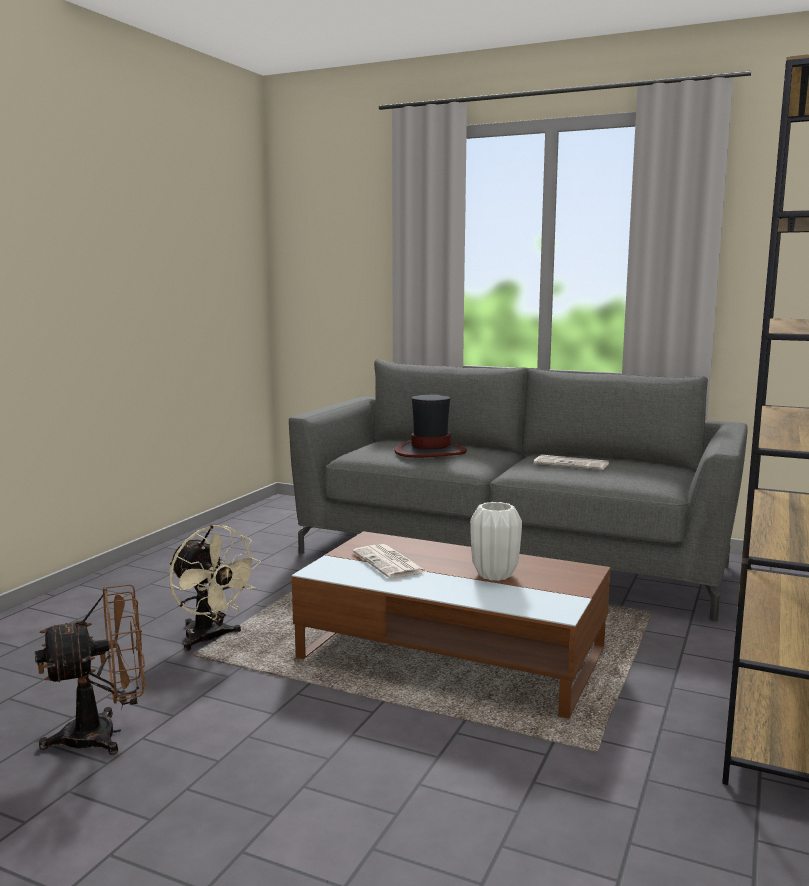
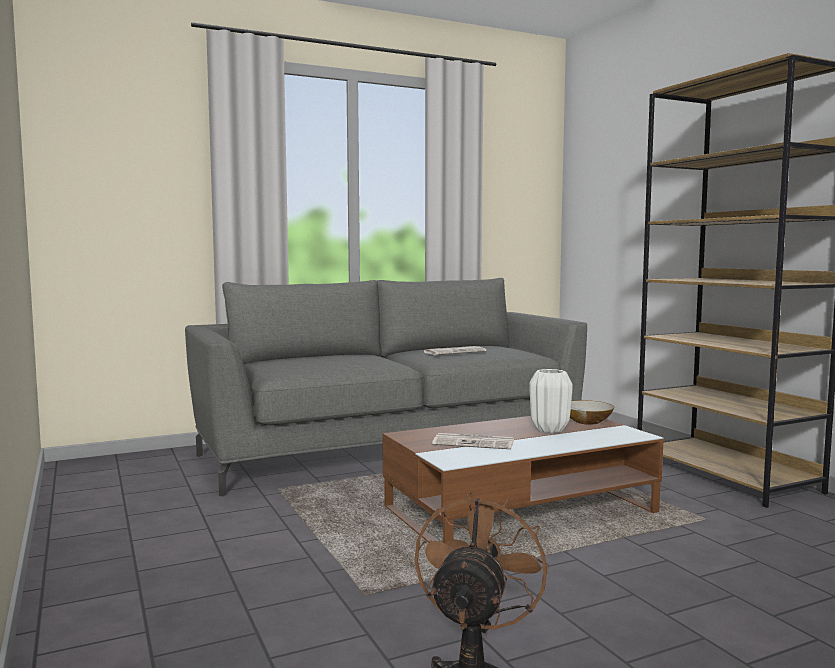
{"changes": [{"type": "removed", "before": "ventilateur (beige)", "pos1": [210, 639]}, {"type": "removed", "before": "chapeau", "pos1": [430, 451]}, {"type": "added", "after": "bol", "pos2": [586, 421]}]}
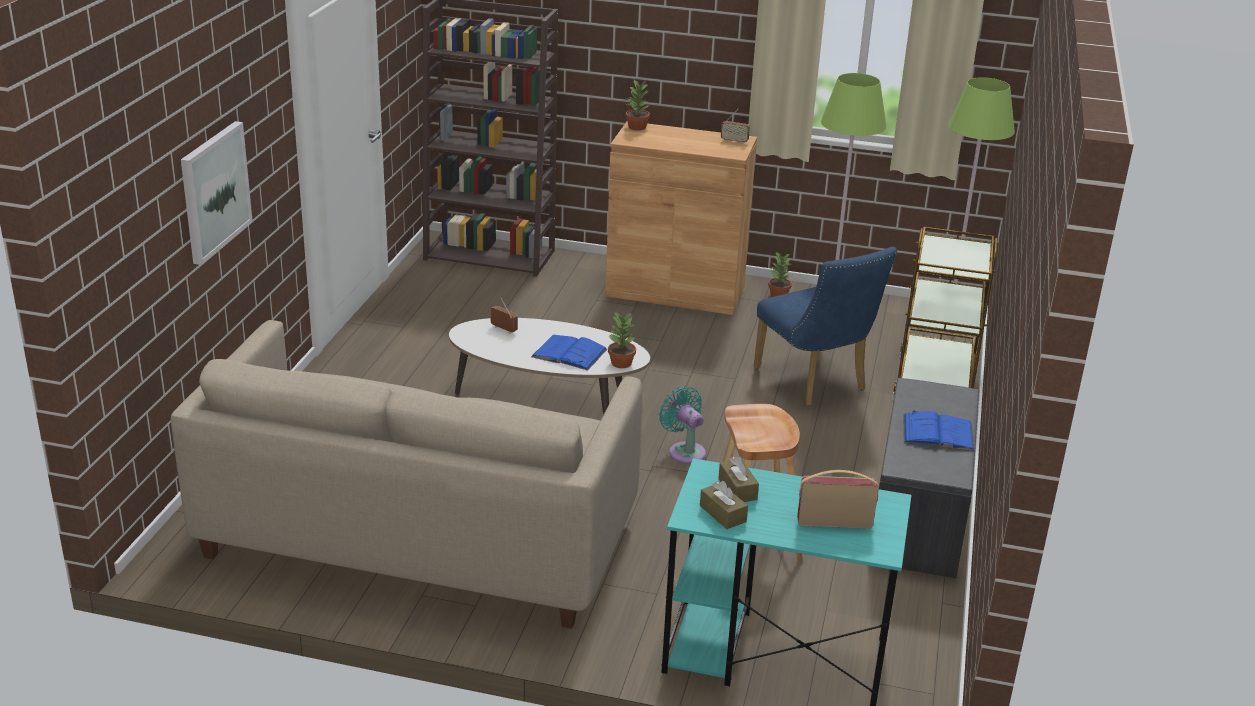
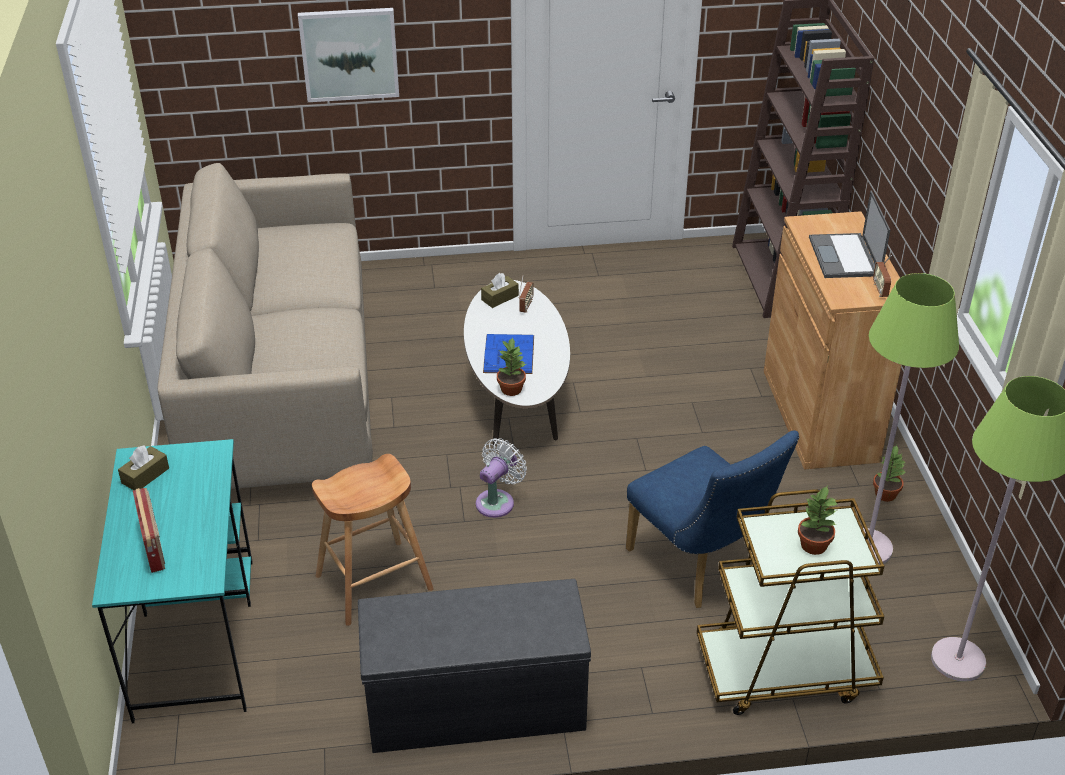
{"changes": [{"type": "removed", "before": "livre (bleu)", "pos1": [938, 432]}, {"type": "added", "after": "ordinateur portable", "pos2": [845, 257]}, {"type": "moved", "before": "plante en pot", "pos1": [637, 127], "pos2": [813, 545]}, {"type": "moved", "before": "boîte à mouchoirs (marron)", "pos1": [737, 489], "pos2": [500, 298]}, {"type": "recoloured", "before": "ventilateur (turquoise)", "after": "ventilateur (blanc)", "pos1": [685, 451], "pos2": [497, 501]}, {"type": "turned", "before": "chaise (bleu)", "pos1": [815, 383], "pos2": [701, 566], "turn": -75}]}
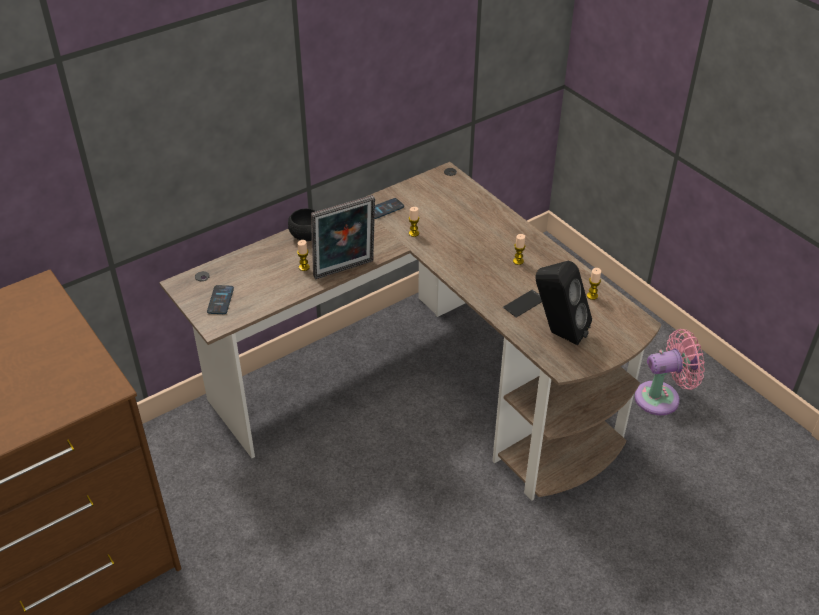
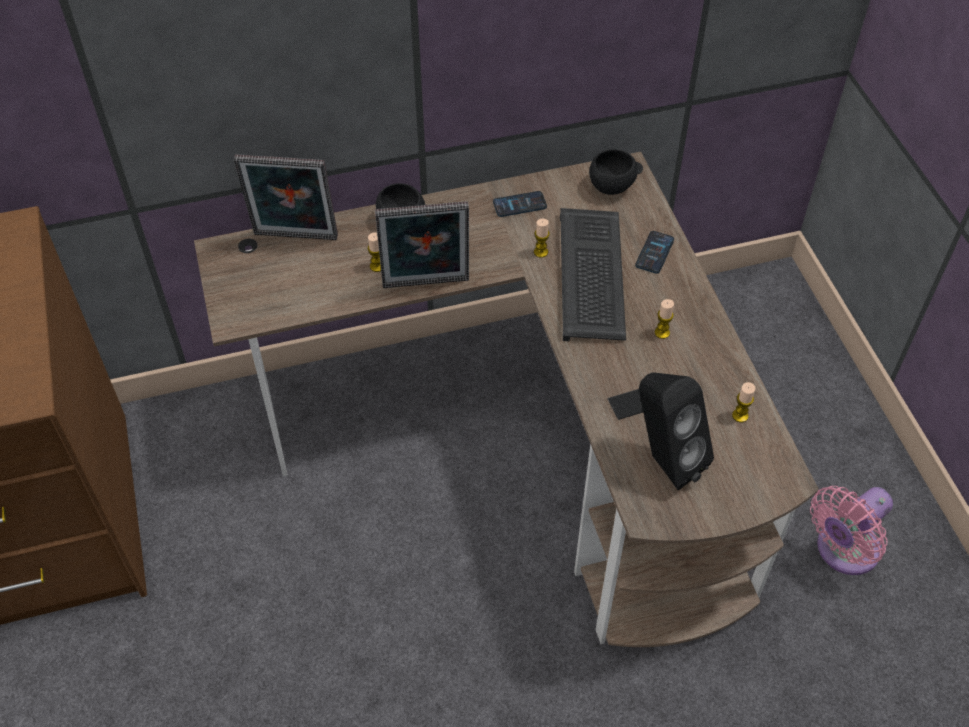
{"changes": [{"type": "added", "after": "cadre photo", "pos2": [295, 239]}, {"type": "added", "after": "clavier", "pos2": [593, 277]}, {"type": "added", "after": "bol (noir)", "pos2": [611, 186]}, {"type": "moved", "before": "téléphone", "pos1": [220, 300], "pos2": [654, 253]}, {"type": "turned", "before": "ventilateur (rose)", "pos1": [662, 397], "pos2": [843, 551], "turn": 135}]}
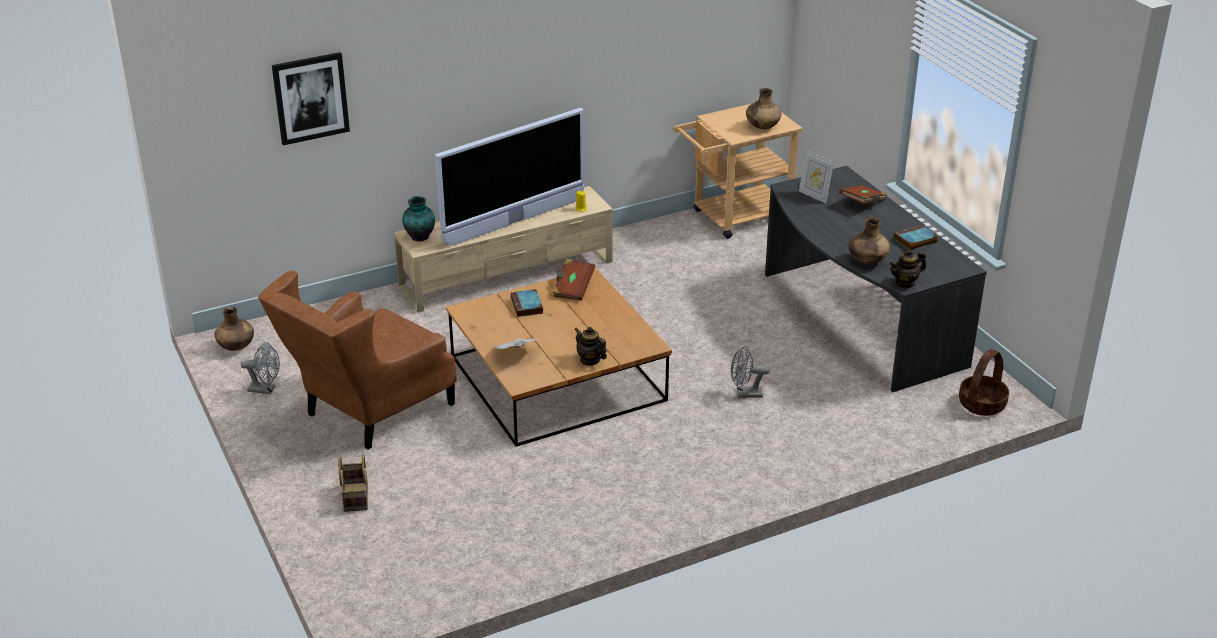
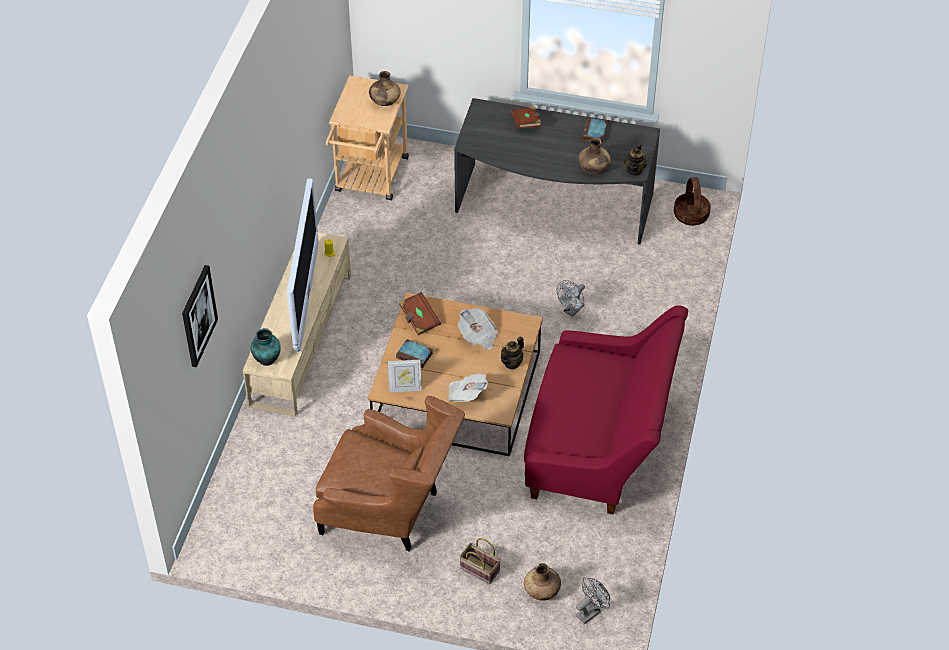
{"changes": [{"type": "added", "after": "journal", "pos2": [478, 336]}, {"type": "added", "after": "canapé (rouge)", "pos2": [599, 445]}, {"type": "moved", "before": "vase (marron)", "pos1": [236, 347], "pos2": [542, 591]}, {"type": "moved", "before": "ventilateur (gris)", "pos1": [266, 389], "pos2": [590, 611]}, {"type": "moved", "before": "cadre photo", "pos1": [814, 196], "pos2": [405, 388]}, {"type": "turned", "before": "fauteuil (marron)", "pos1": [367, 413], "pos2": [391, 512], "turn": -60}, {"type": "turned", "before": "théière", "pos1": [590, 360], "pos2": [512, 363], "turn": -45}]}
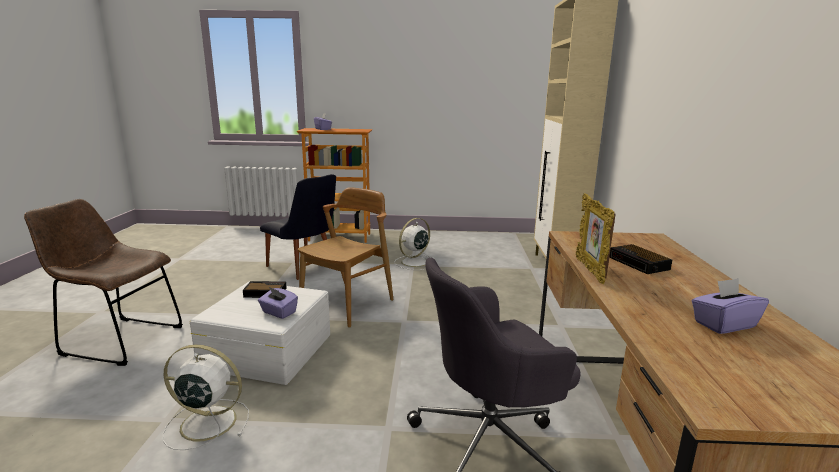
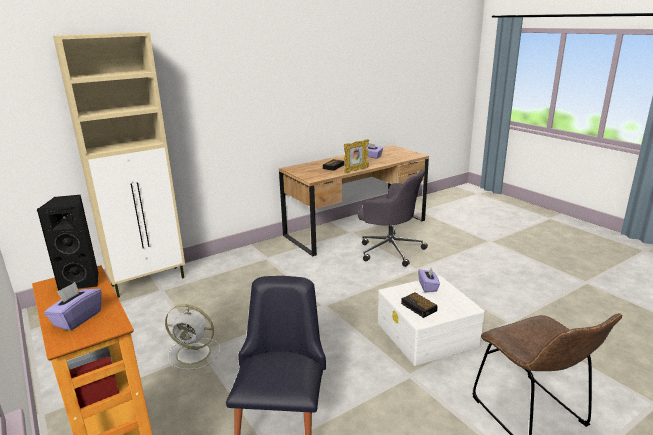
{"changes": [{"type": "removed", "before": "ventilateur (blanc)", "pos1": [206, 423]}, {"type": "removed", "before": "chaise (marron)", "pos1": [348, 305]}, {"type": "added", "after": "enceinte (noir)", "pos2": [82, 281]}]}
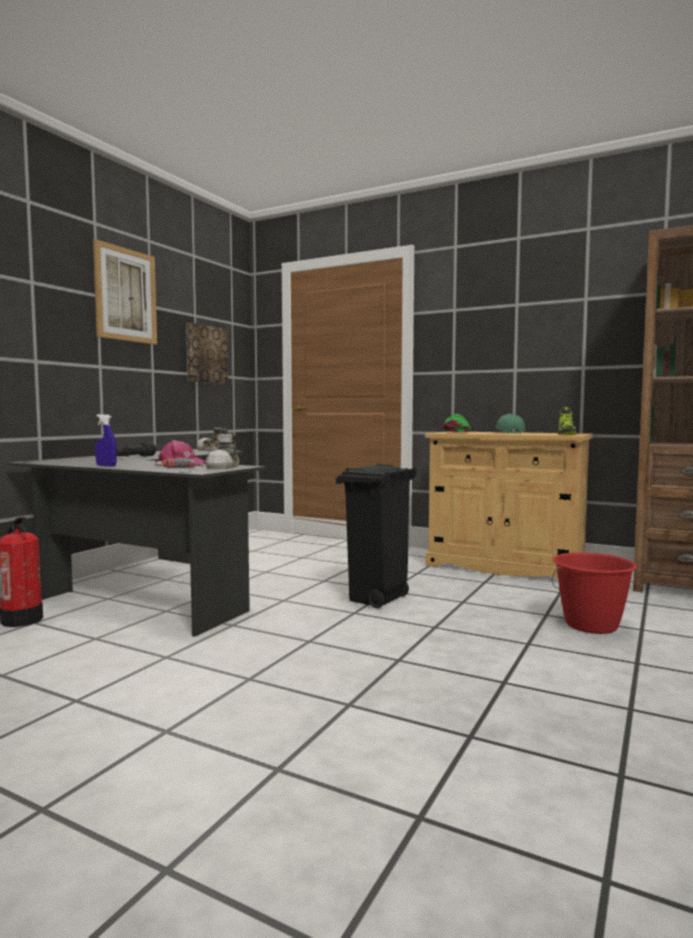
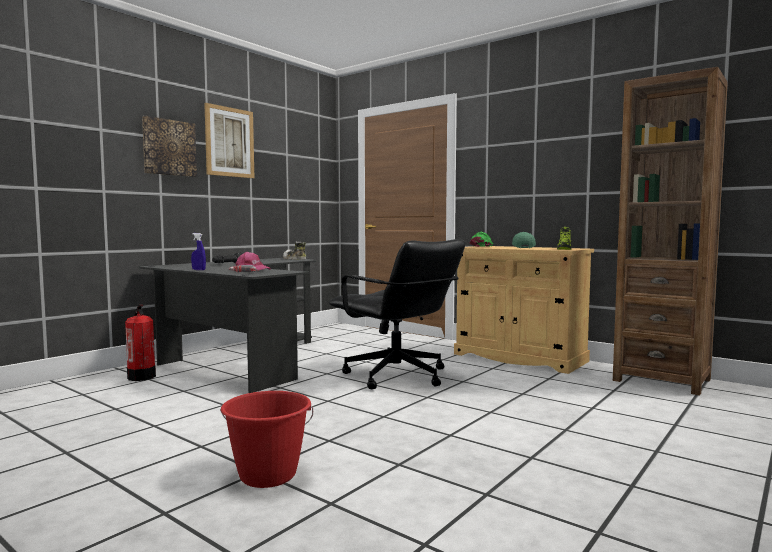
{"changes": [{"type": "removed", "before": "chaussure", "pos1": [224, 467]}, {"type": "moved", "before": "tableau", "pos1": [206, 354], "pos2": [169, 147]}, {"type": "moved", "before": "seau (rouge)", "pos1": [591, 625], "pos2": [268, 475]}, {"type": "replaced", "before": "poubelle (noir)", "after": "chaise de bureau (noir)", "pos1": [377, 599], "pos2": [397, 376]}]}
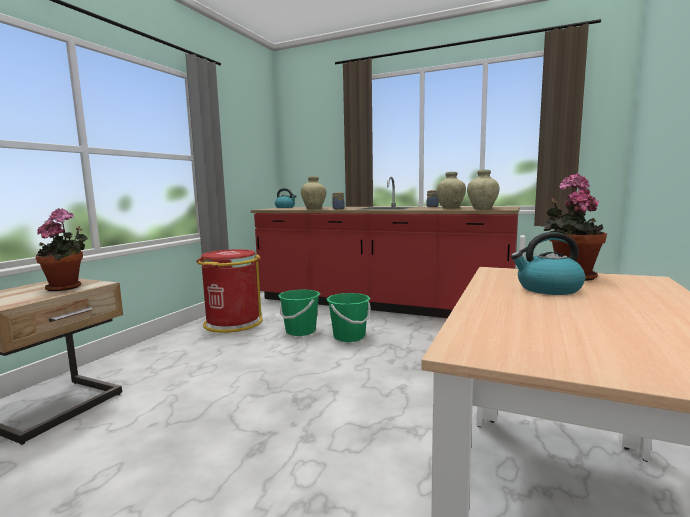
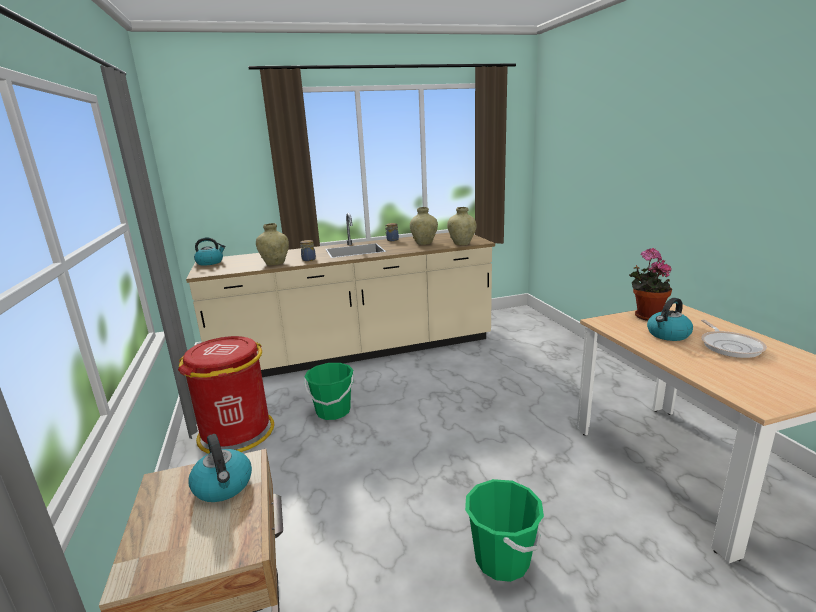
{"changes": [{"type": "added", "after": "poêle", "pos2": [729, 346]}, {"type": "moved", "before": "seau (vert)", "pos1": [349, 337], "pos2": [502, 559]}, {"type": "replaced", "before": "plante en pot", "after": "bouilloire", "pos1": [67, 287], "pos2": [224, 486]}, {"type": "recoloured", "before": "comptoir de cuisine (rouge)", "after": "comptoir de cuisine (beige)", "pos1": [378, 305], "pos2": [356, 352]}]}
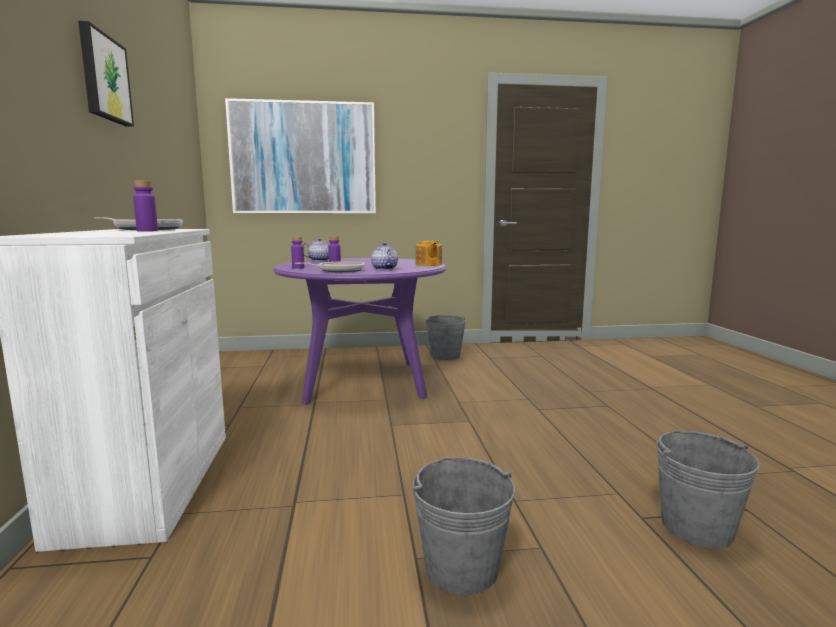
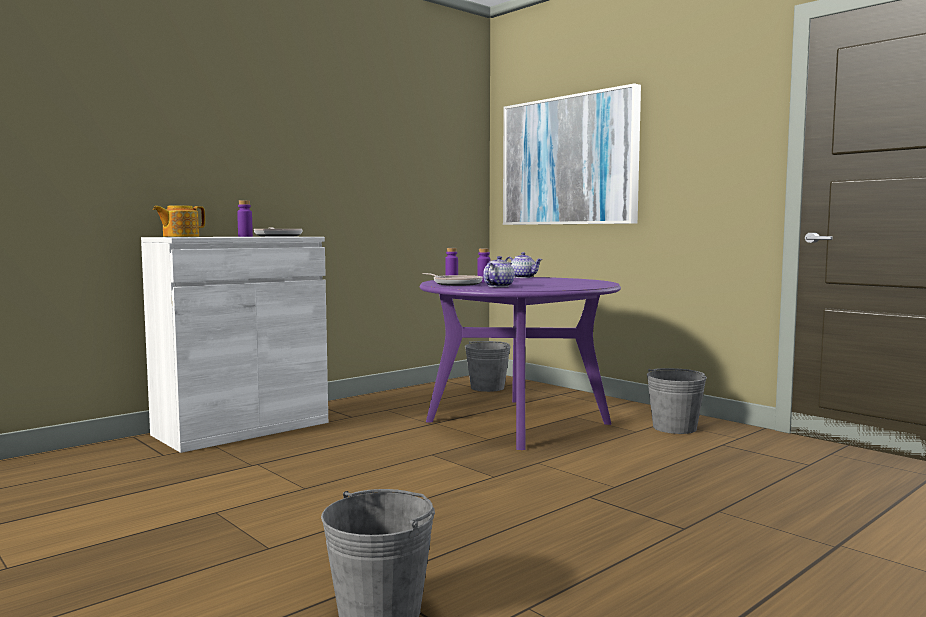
{"changes": [{"type": "removed", "before": "tableau", "pos1": [104, 78]}, {"type": "moved", "before": "seau (gris)", "pos1": [461, 568], "pos2": [487, 388]}, {"type": "moved", "before": "théière", "pos1": [428, 264], "pos2": [180, 236]}]}
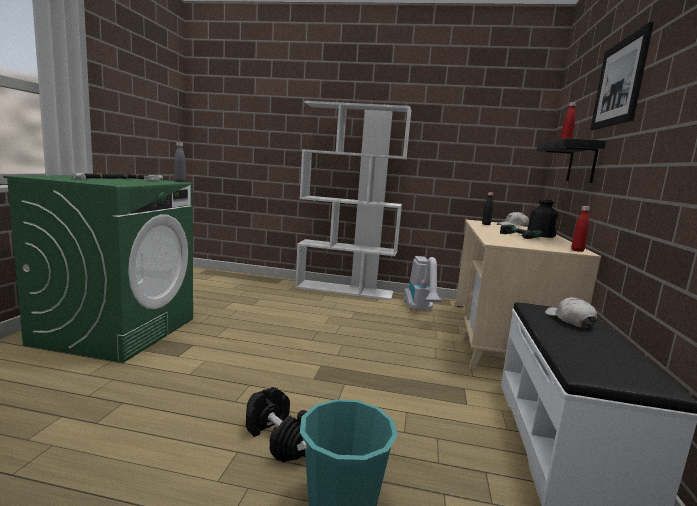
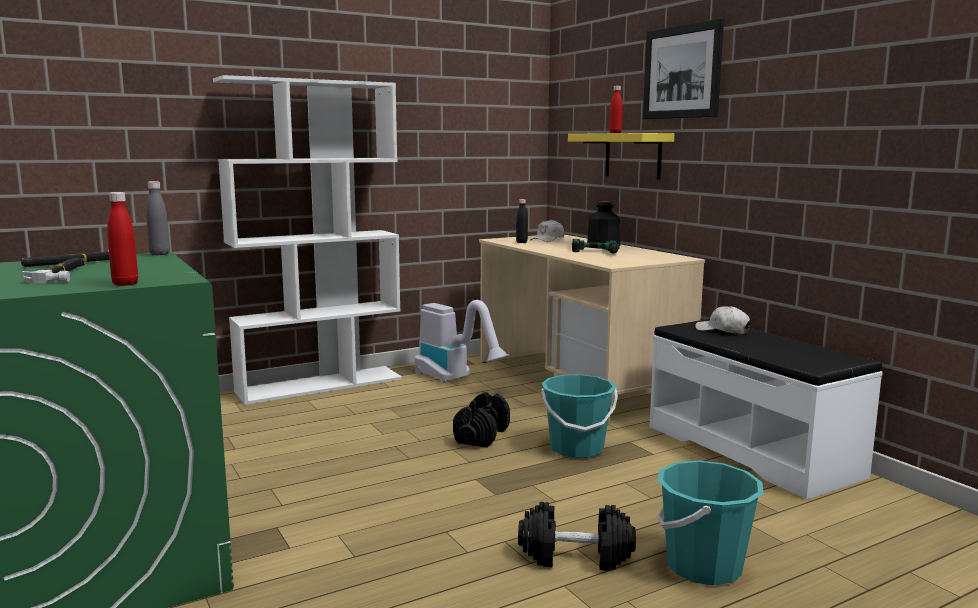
{"changes": [{"type": "added", "after": "haltère (noir)", "pos2": [481, 435]}, {"type": "added", "after": "seau (turquoise)", "pos2": [576, 449]}, {"type": "moved", "before": "bouteille (rouge)", "pos1": [577, 250], "pos2": [125, 284]}, {"type": "recoloured", "before": "étagère (noir)", "after": "étagère (jaune)", "pos1": [582, 163], "pos2": [633, 155]}]}
